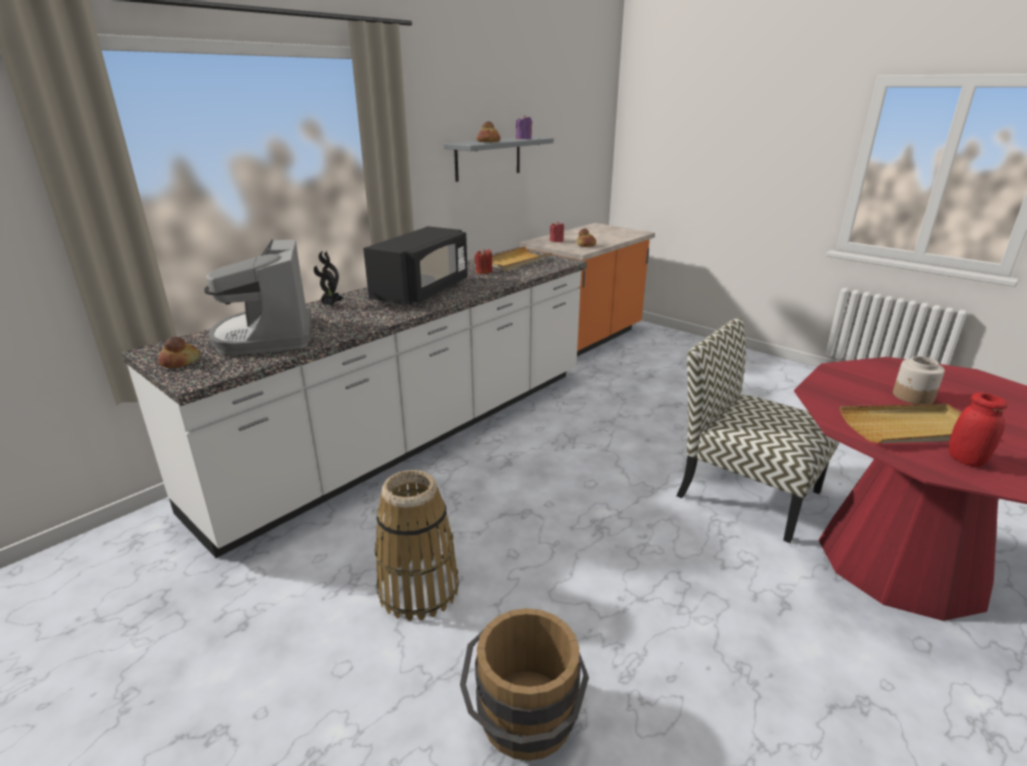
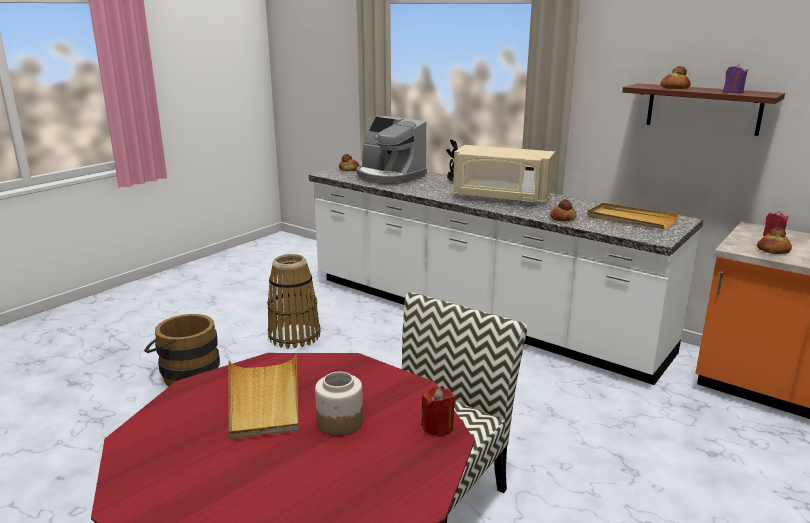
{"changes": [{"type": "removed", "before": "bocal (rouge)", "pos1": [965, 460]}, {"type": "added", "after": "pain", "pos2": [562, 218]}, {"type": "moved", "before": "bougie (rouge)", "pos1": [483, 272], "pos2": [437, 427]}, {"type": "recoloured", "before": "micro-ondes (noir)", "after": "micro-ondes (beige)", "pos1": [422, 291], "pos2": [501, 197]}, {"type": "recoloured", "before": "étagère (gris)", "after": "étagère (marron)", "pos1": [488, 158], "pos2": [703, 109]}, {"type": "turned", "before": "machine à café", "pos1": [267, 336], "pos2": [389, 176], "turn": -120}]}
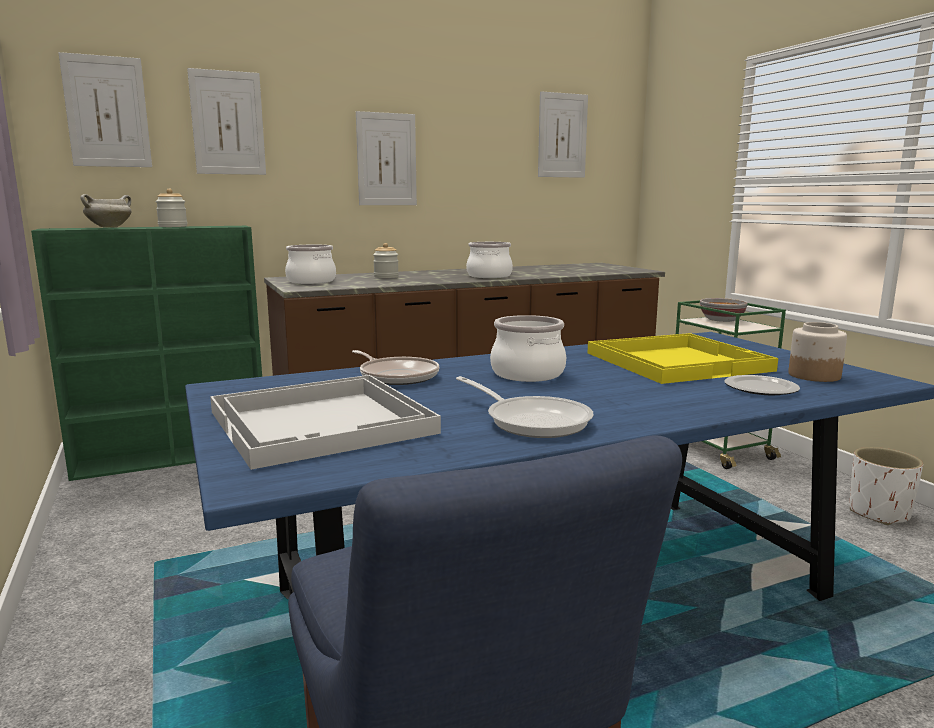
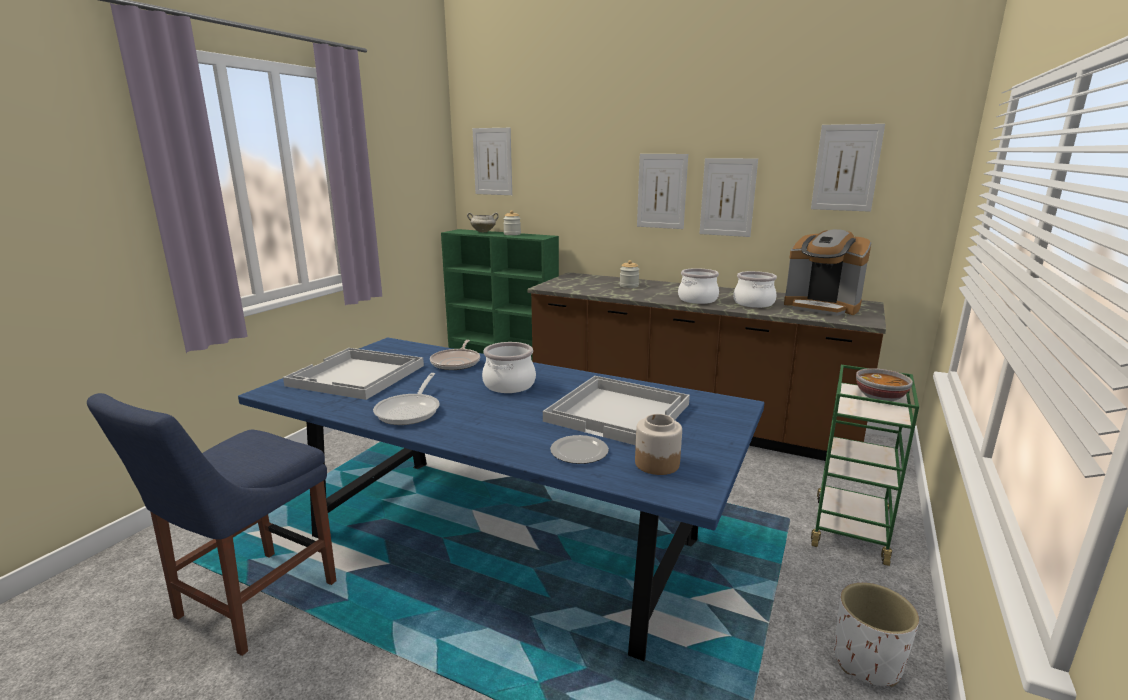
{"changes": [{"type": "added", "after": "machine à café", "pos2": [822, 307]}, {"type": "moved", "before": "tableau", "pos1": [228, 123], "pos2": [727, 197]}, {"type": "moved", "before": "marmite", "pos1": [311, 281], "pos2": [753, 303]}, {"type": "recoloured", "before": "plateau (jaune)", "after": "plateau (blanc)", "pos1": [677, 361], "pos2": [619, 412]}]}
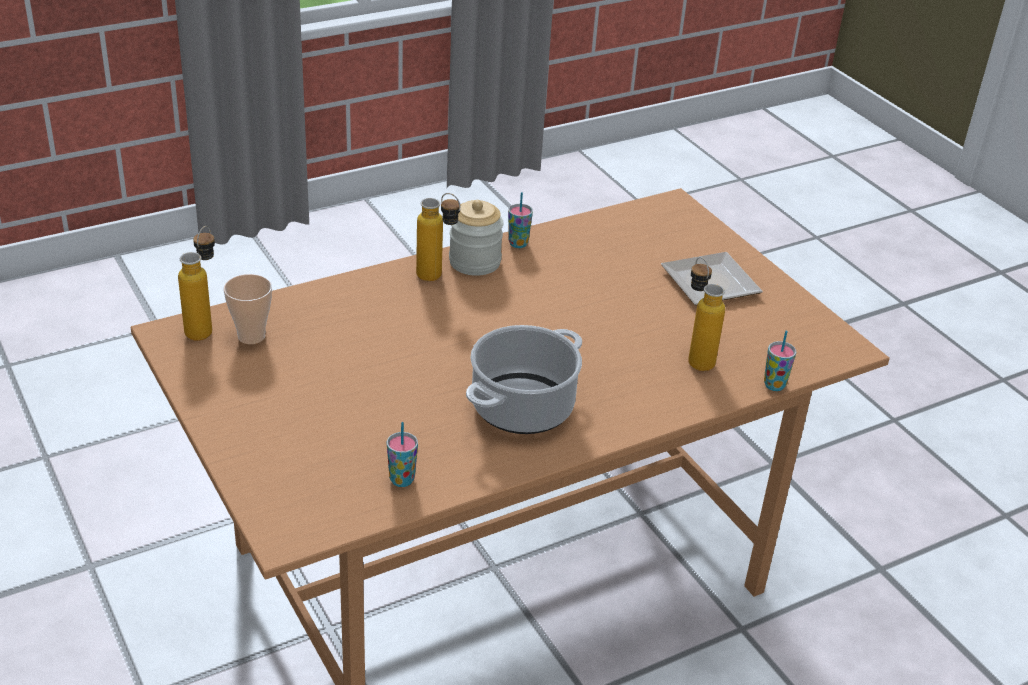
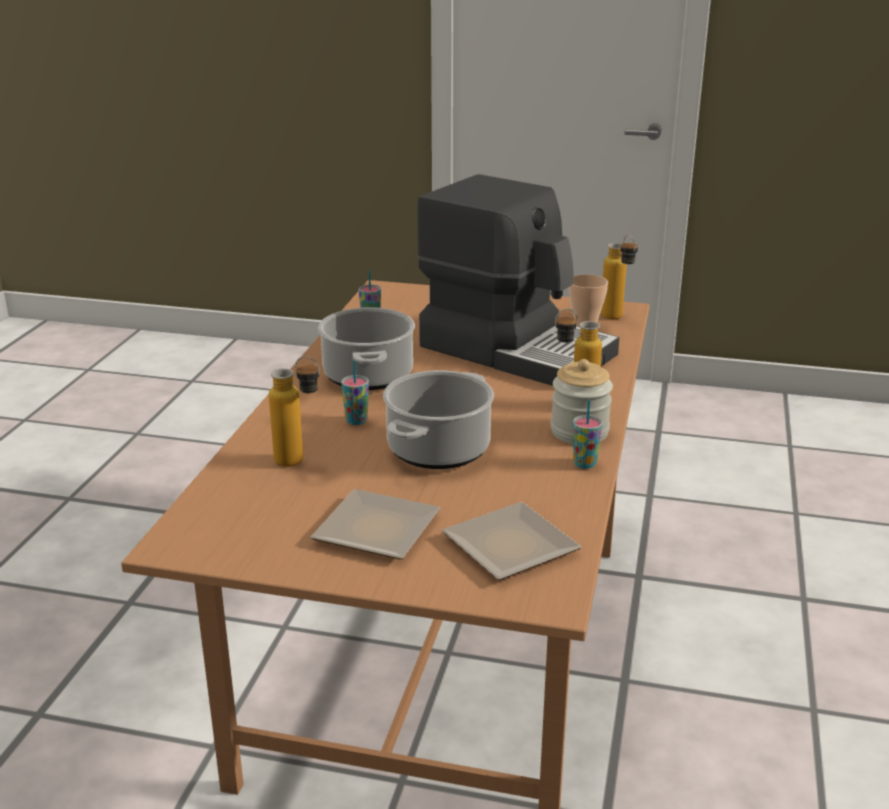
{"changes": [{"type": "added", "after": "marmite", "pos2": [438, 450]}, {"type": "added", "after": "machine à café", "pos2": [516, 349]}, {"type": "added", "after": "assiette", "pos2": [509, 549]}, {"type": "moved", "before": "tasse", "pos1": [774, 385], "pos2": [356, 421]}]}
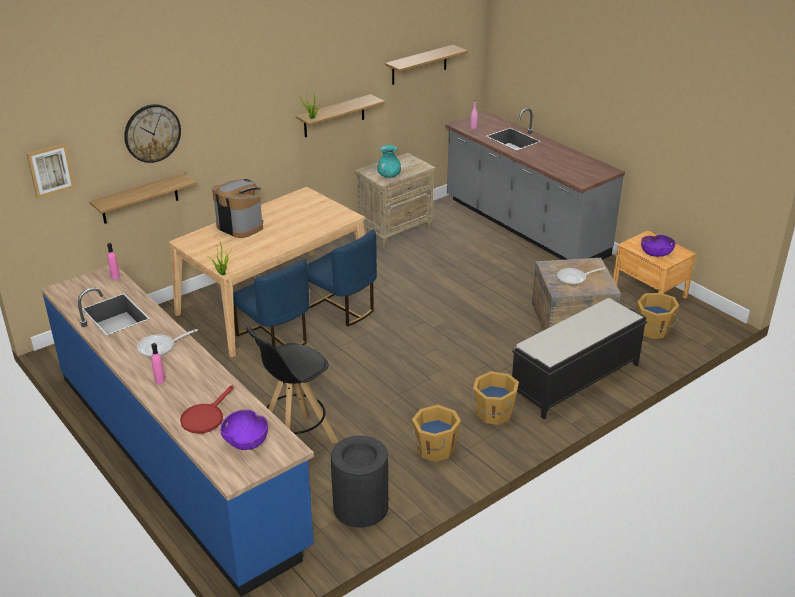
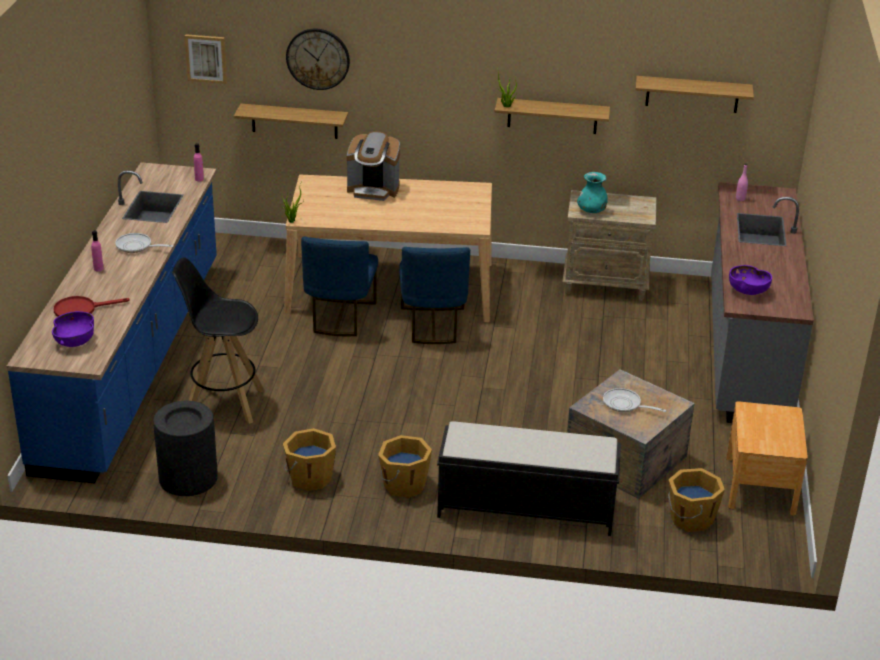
{"changes": [{"type": "moved", "before": "bol (violet)", "pos1": [656, 254], "pos2": [747, 291]}, {"type": "turned", "before": "machine à café", "pos1": [240, 226], "pos2": [373, 190], "turn": 105}]}
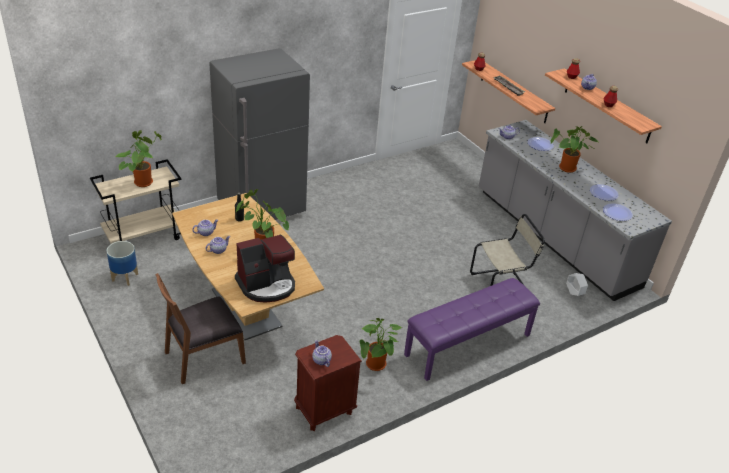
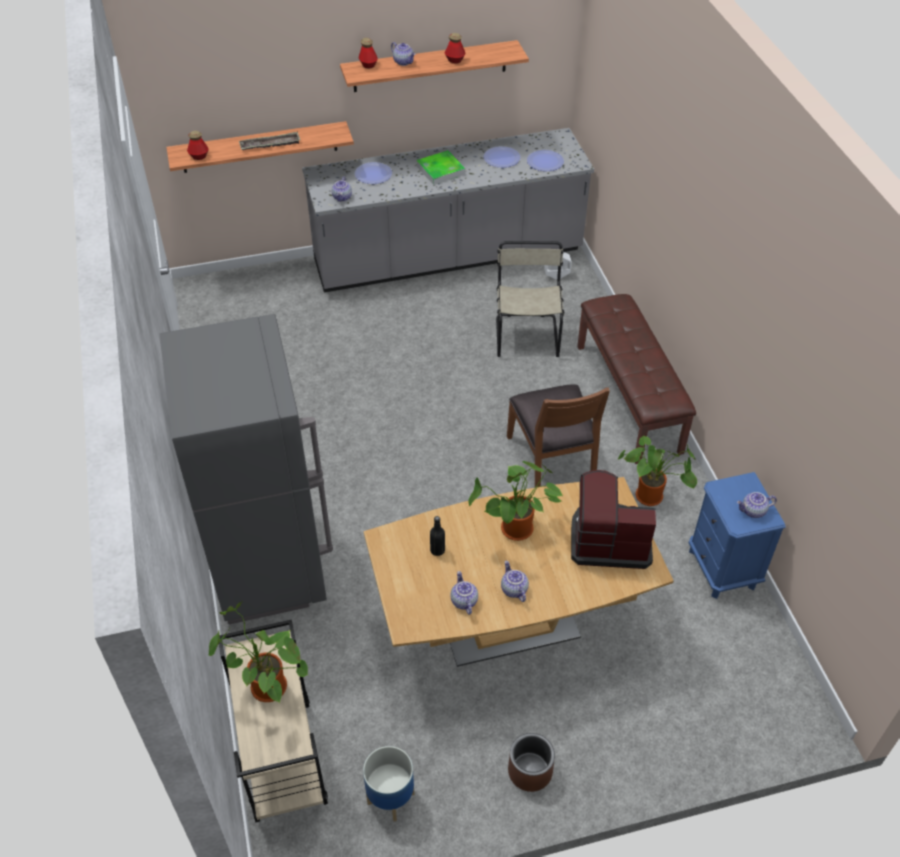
{"changes": [{"type": "added", "after": "cache-pot (marron)", "pos2": [530, 771]}, {"type": "moved", "before": "chaise (marron)", "pos1": [203, 356], "pos2": [552, 460]}, {"type": "replaced", "before": "plante en pot", "after": "plateau", "pos1": [567, 169], "pos2": [440, 170]}, {"type": "recoloured", "before": "table de chevet (marron)", "after": "table de chevet (bleu)", "pos1": [324, 410], "pos2": [722, 569]}, {"type": "recoloured", "before": "banc (violet)", "after": "banc (marron)", "pos1": [468, 345], "pos2": [629, 398]}, {"type": "turned", "before": "machine à café", "pos1": [267, 285], "pos2": [609, 540], "turn": -75}]}
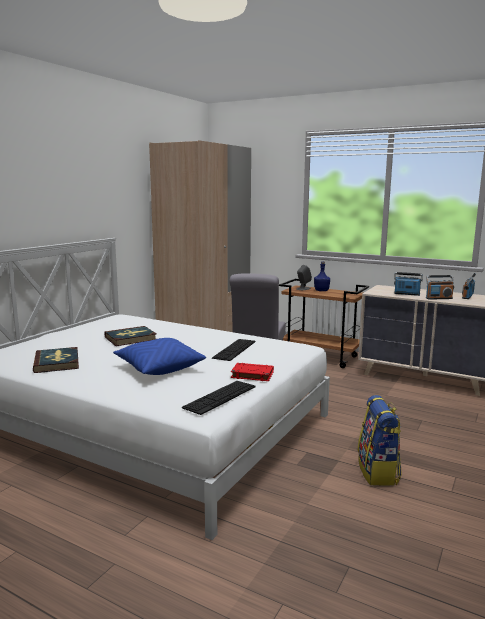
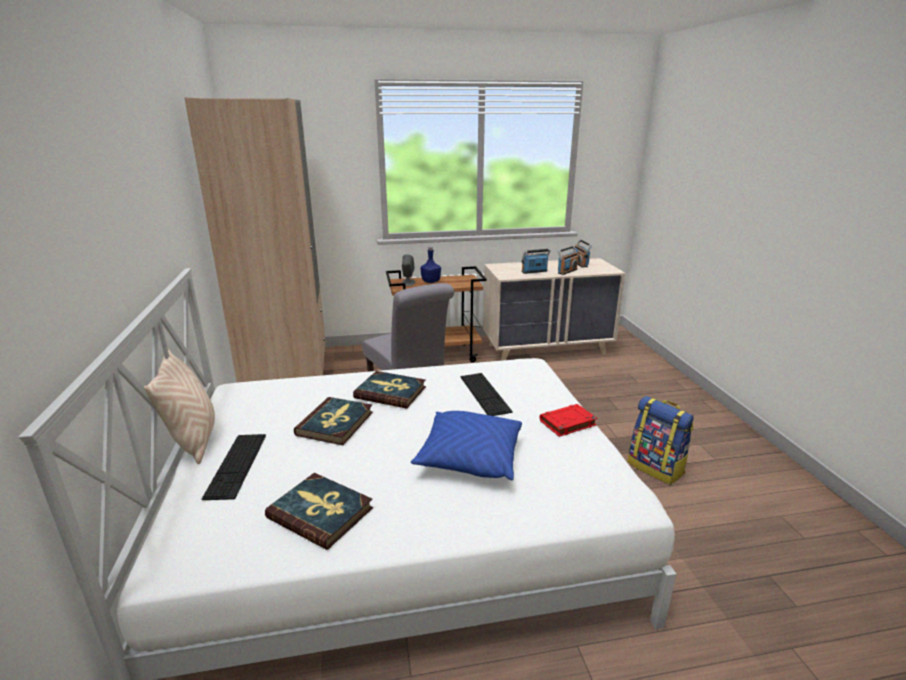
{"changes": [{"type": "added", "after": "coussin (beige)", "pos2": [194, 440]}, {"type": "added", "after": "livre", "pos2": [390, 392]}, {"type": "moved", "before": "clavier", "pos1": [220, 397], "pos2": [236, 465]}]}
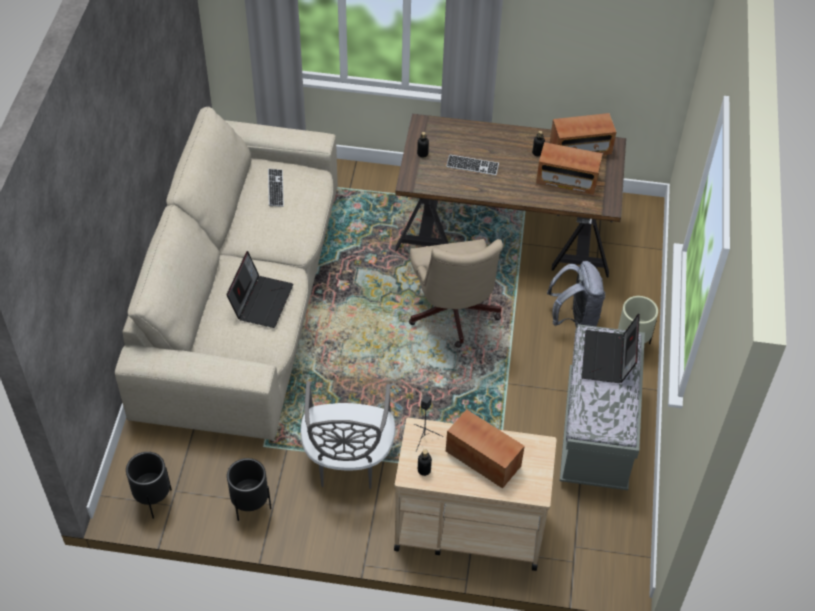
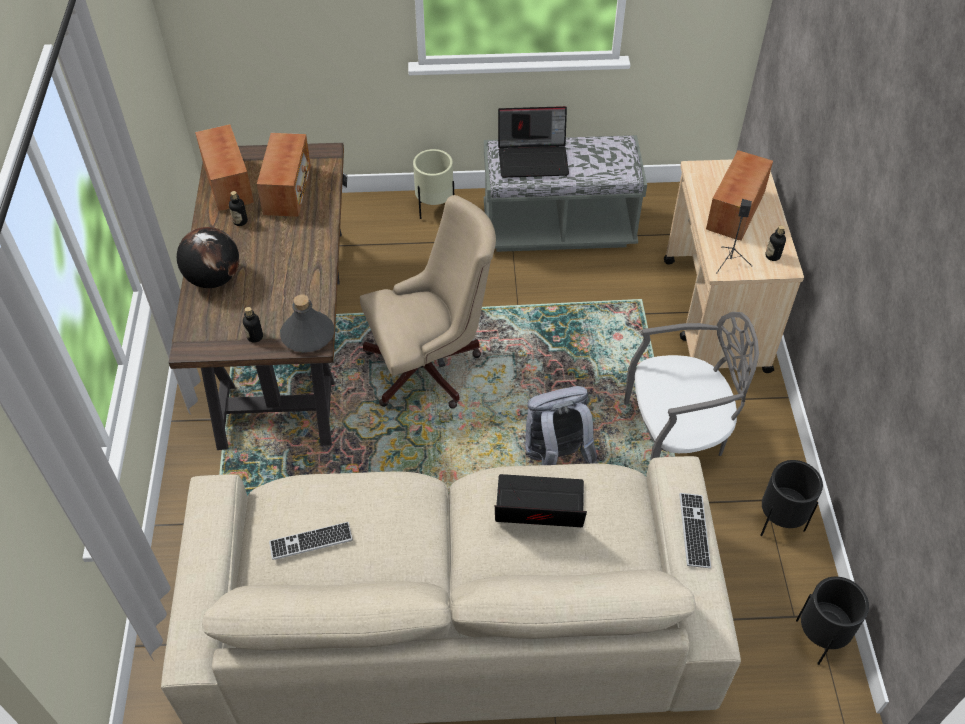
{"changes": [{"type": "added", "after": "globe", "pos2": [213, 278]}, {"type": "added", "after": "bouteille (gris)", "pos2": [307, 334]}, {"type": "moved", "before": "clavier", "pos1": [472, 166], "pos2": [694, 531]}, {"type": "moved", "before": "sac à dos (gris)", "pos1": [574, 319], "pos2": [556, 458]}]}
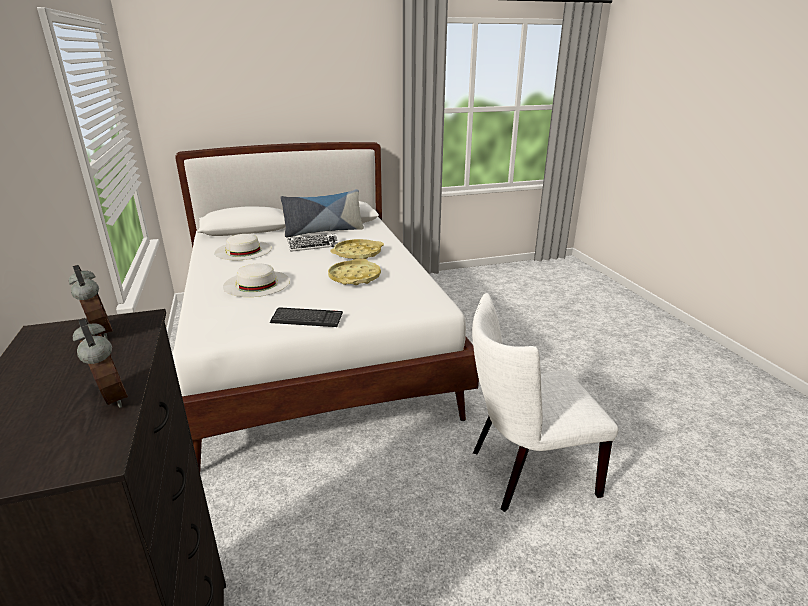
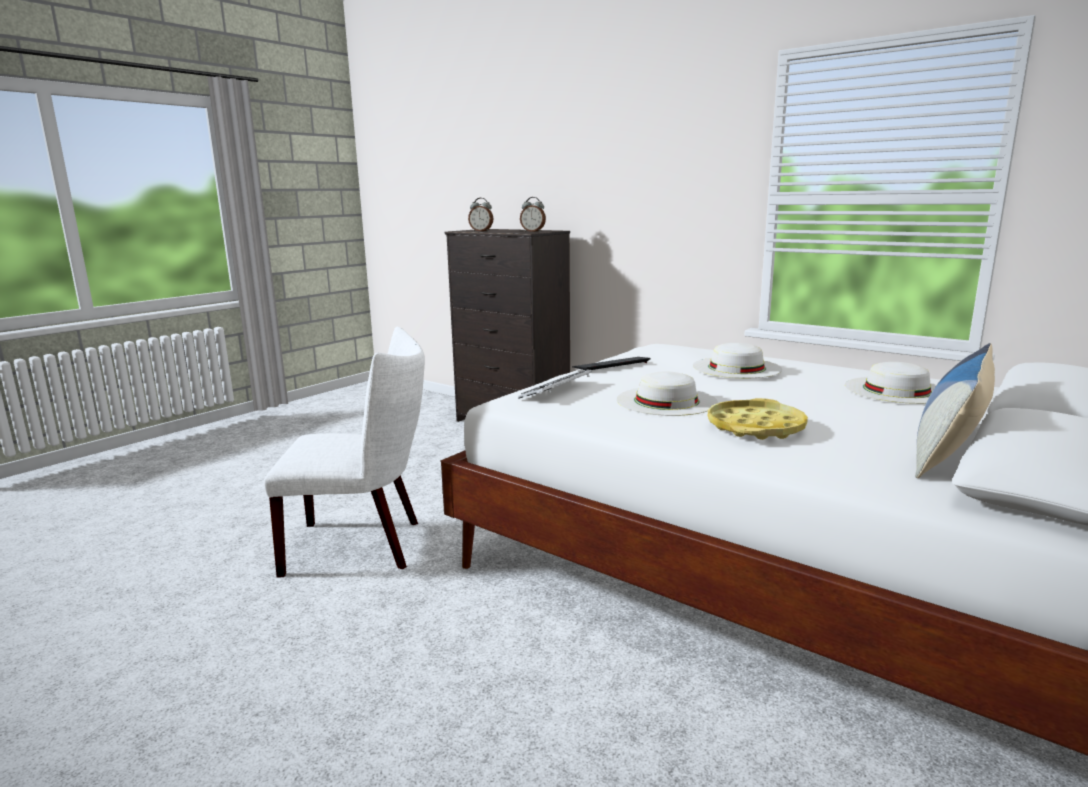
{"changes": [{"type": "moved", "before": "clavier", "pos1": [314, 246], "pos2": [557, 390]}, {"type": "replaced", "before": "plateau (jaune)", "after": "chapeau (blanc)", "pos1": [354, 277], "pos2": [666, 401]}, {"type": "turned", "before": "chaise (blanc)", "pos1": [525, 472], "pos2": [363, 545], "turn": 45}]}
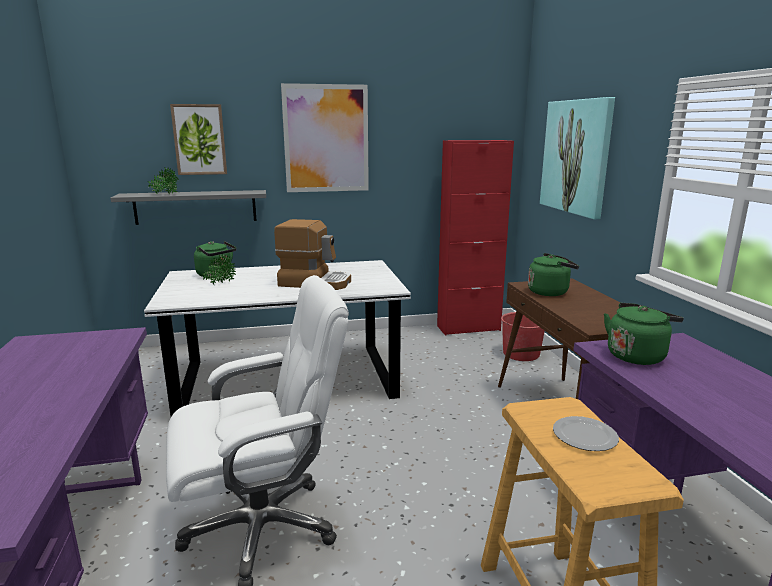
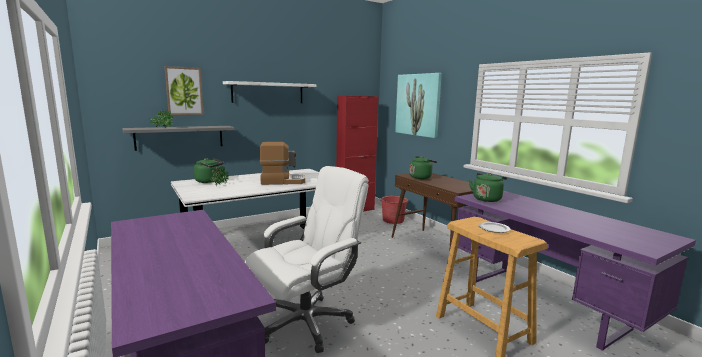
{"changes": [{"type": "replaced", "before": "tableau", "after": "étagère (blanc)", "pos1": [326, 139], "pos2": [268, 93]}]}
